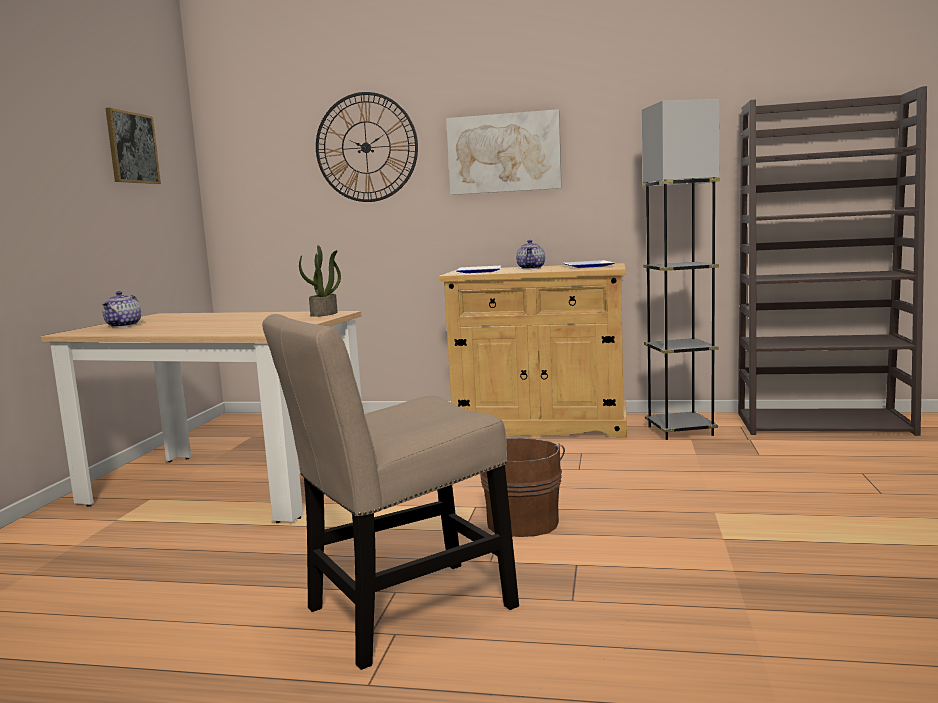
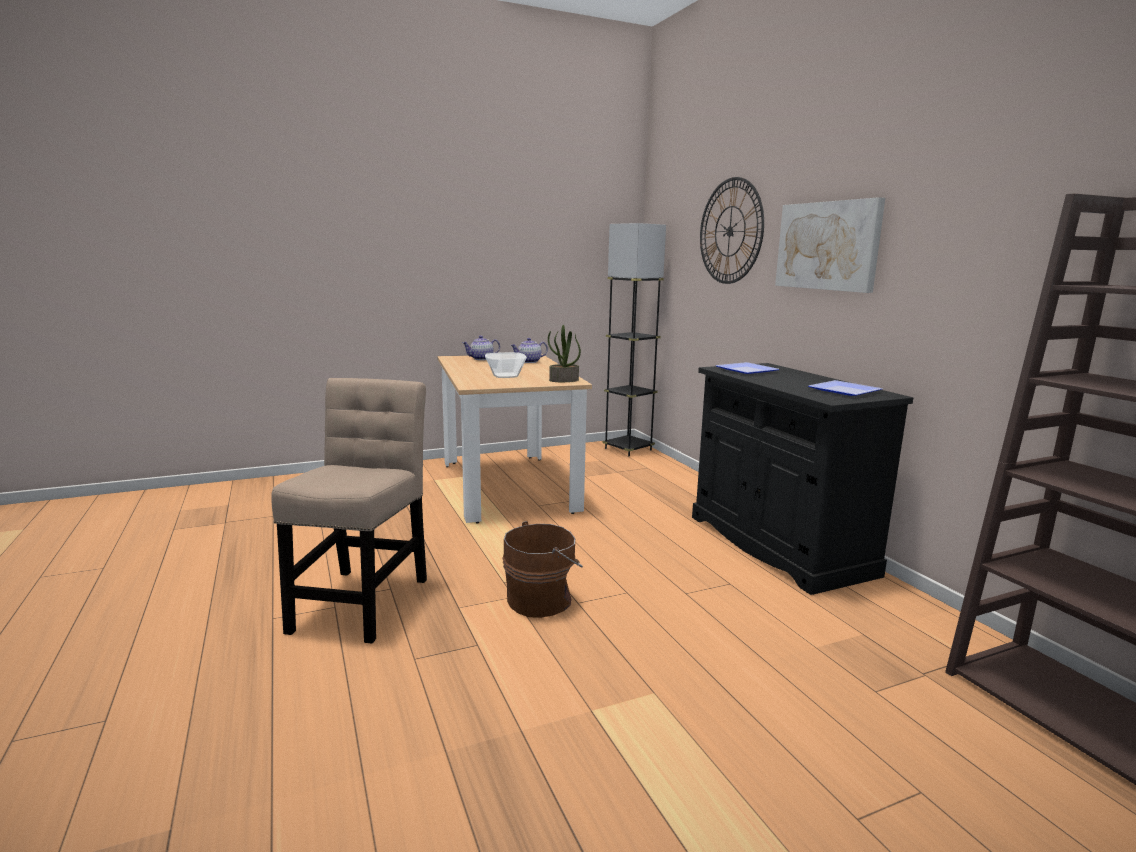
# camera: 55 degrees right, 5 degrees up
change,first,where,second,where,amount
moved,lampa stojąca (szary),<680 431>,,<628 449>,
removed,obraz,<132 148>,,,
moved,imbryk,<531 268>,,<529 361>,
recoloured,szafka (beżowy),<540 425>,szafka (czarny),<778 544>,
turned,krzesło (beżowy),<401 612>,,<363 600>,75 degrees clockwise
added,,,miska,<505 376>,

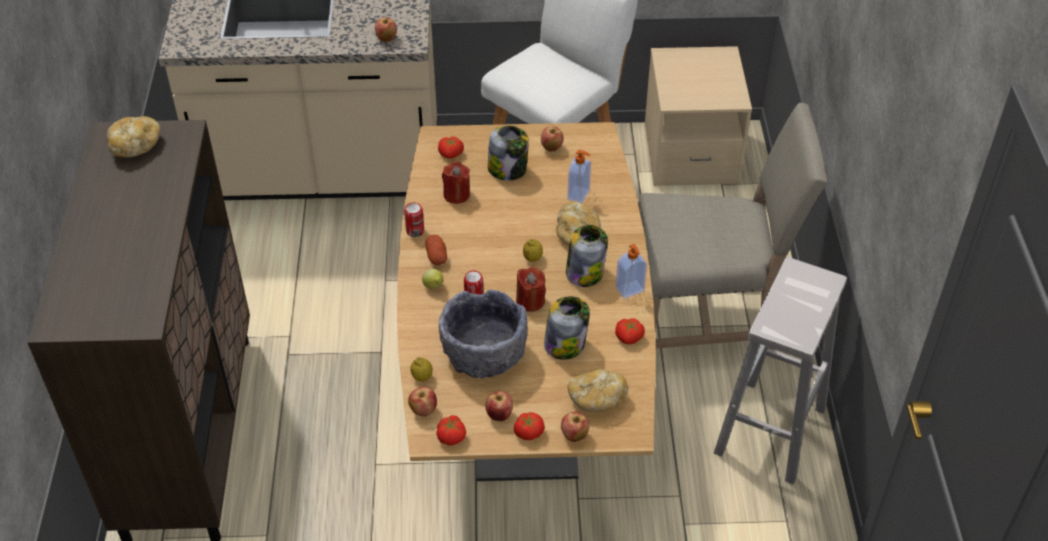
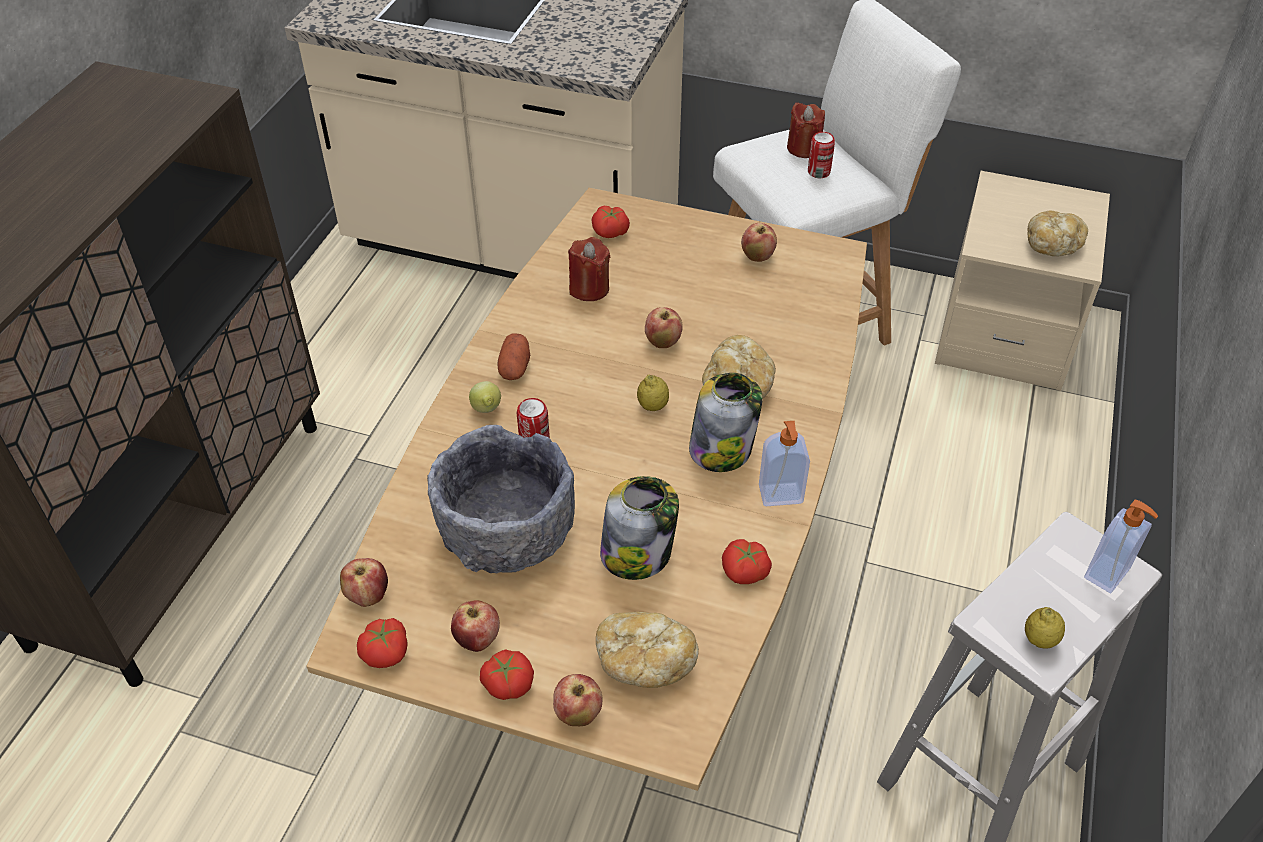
# camera: 20 degrees right, 0 degrees up
change,first,where,second,where,amount
moved,jabłko,<386 39>,,<662 342>,
removed,krzesło (beżowy),<708 317>,,,
moved,chleb,<135 146>,,<1052 245>,
removed,słoik,<508 169>,,,
moved,dozownik mydła,<579 195>,,<1108 574>,
moved,puszka,<415 231>,,<818 172>,
moved,świeca (czerwony),<530 301>,,<803 148>,
moved,cytryna,<422 377>,,<1039 640>,

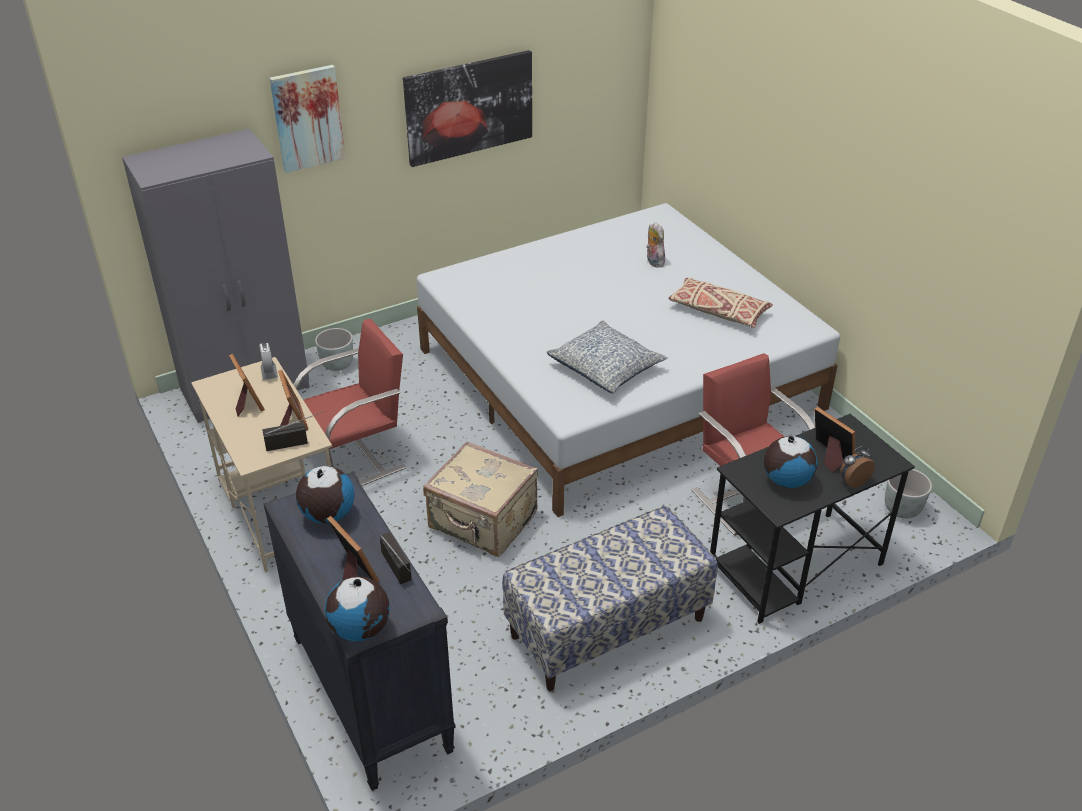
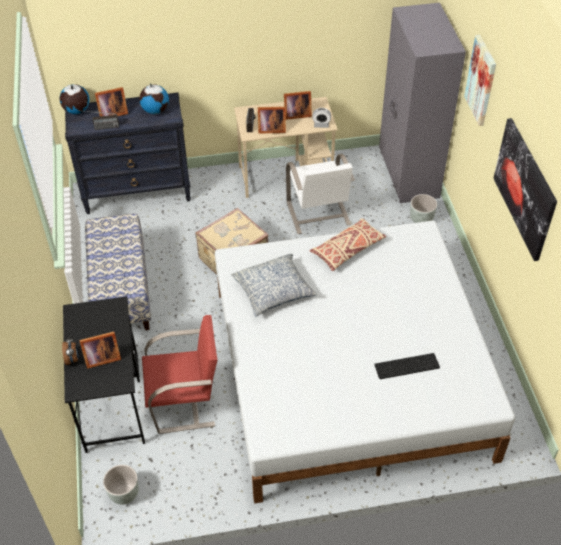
# camera: 110 degrees right, 10 degrees up
change,first,where,second,where,amount
replaced,pluszak,<653 262>,klawiatura,<406 367>,
moved,poduszka (beżowy),<718 311>,,<348 249>,
recoloured,krzesło (czerwony),<356 457>,krzesło (biały),<318 214>,
removed,globus,<786 480>,,,

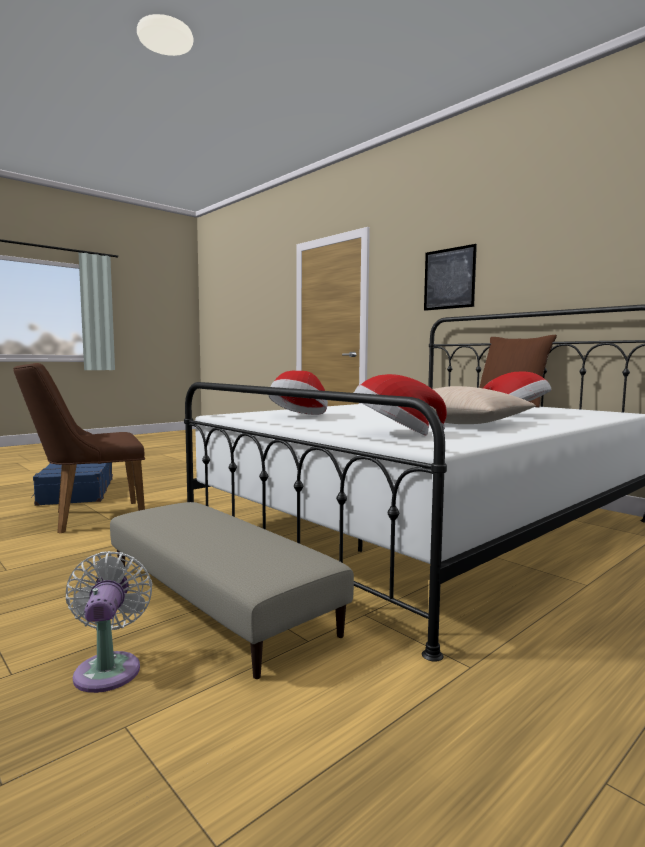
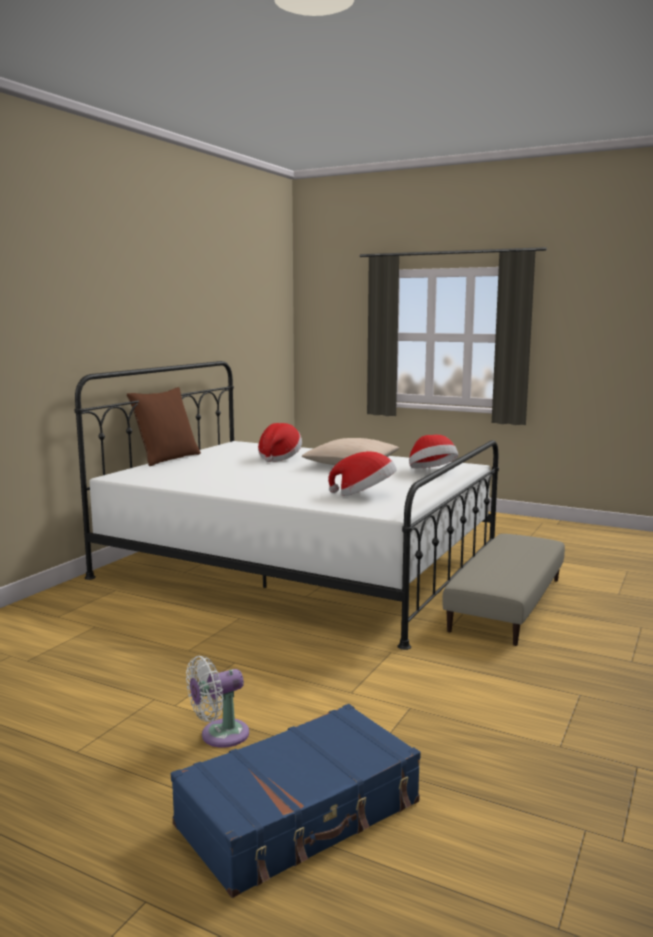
# camera: 110 degrees left, 5 degrees up
change,first,where,second,where,amount
removed,obraz,<449 278>,,,
removed,krzesło (brązowy),<89 518>,,,
moved,wentylator (biały),<109 668>,,<220 735>,

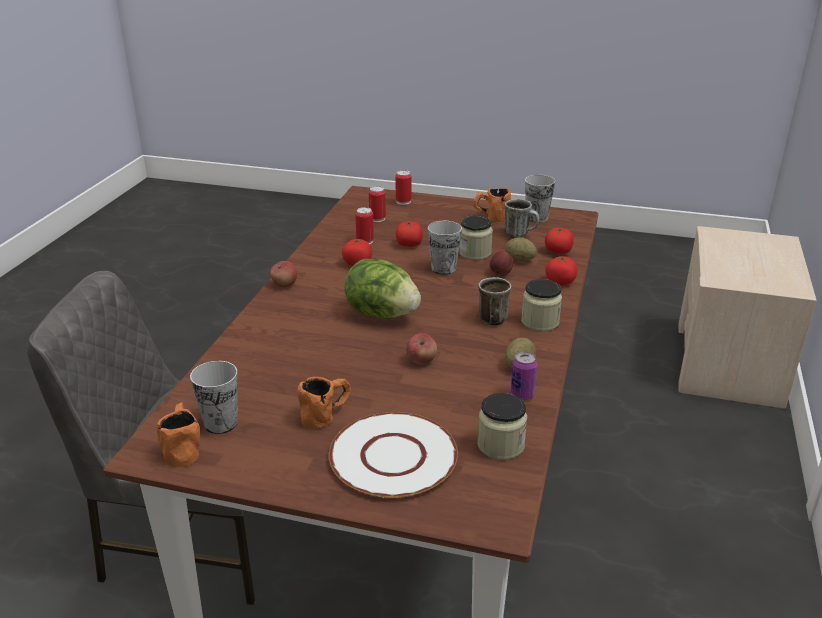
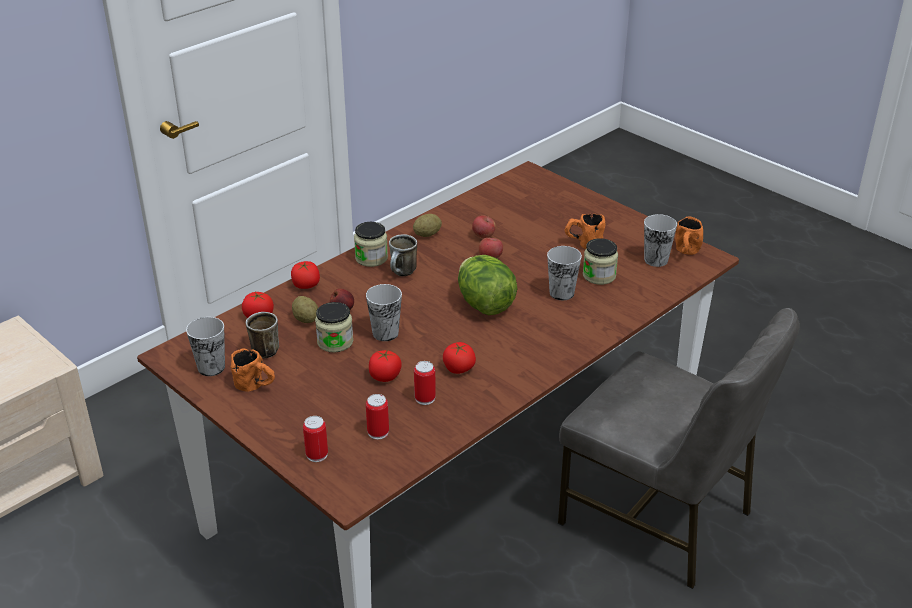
# camera: 150 degrees left, 5 degrees up
change,first,where,second,where,amount
moved,jabłko,<284 285>,,<483 236>,
removed,puszka,<522 395>,,,
moved,słoik,<500 445>,,<599 275>,
removed,talerz (biały),<394 457>,,,
added,,,filiżanka,<561 293>,

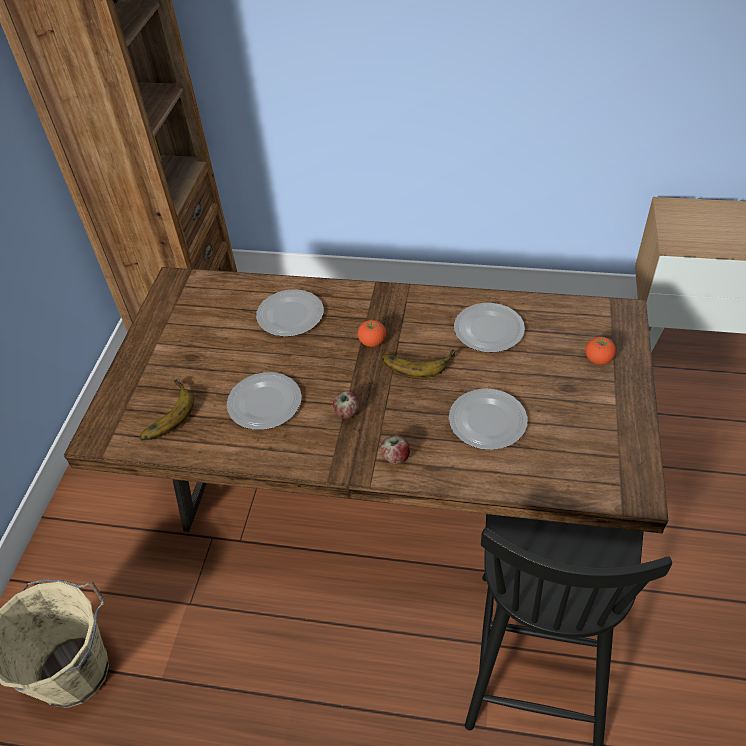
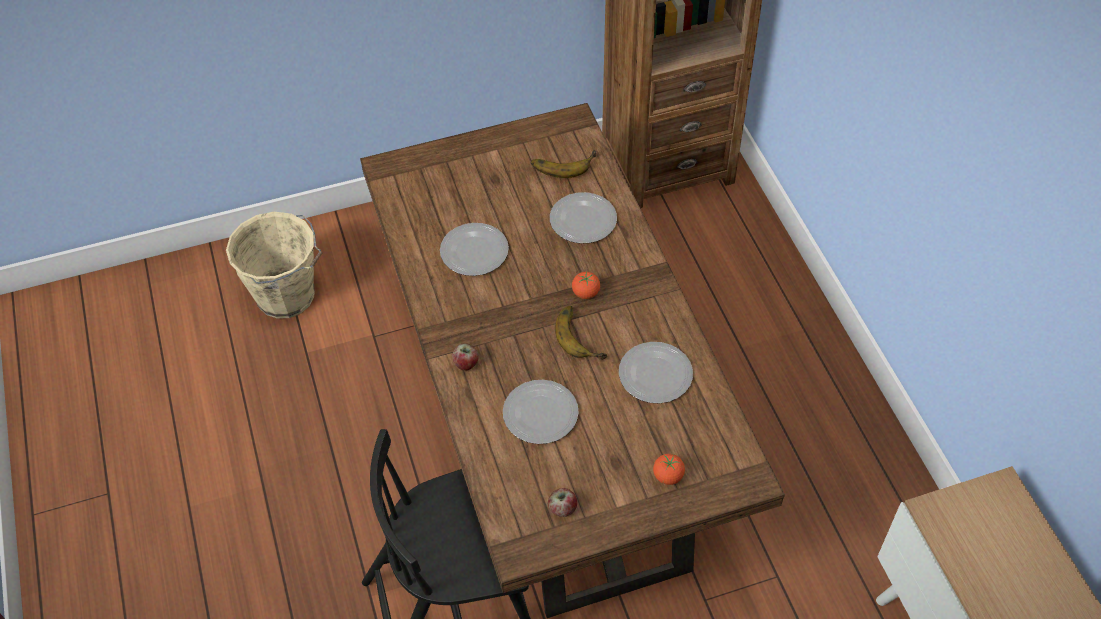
# camera: 60 degrees right, 5 degrees up
change,first,where,second,where,amount
moved,banan,<164 414>,,<563 163>,
moved,jabłko,<347 412>,,<562 508>,

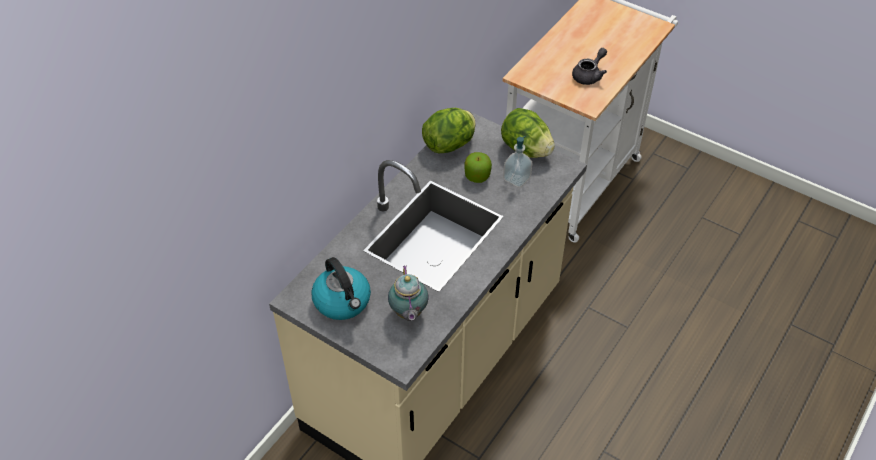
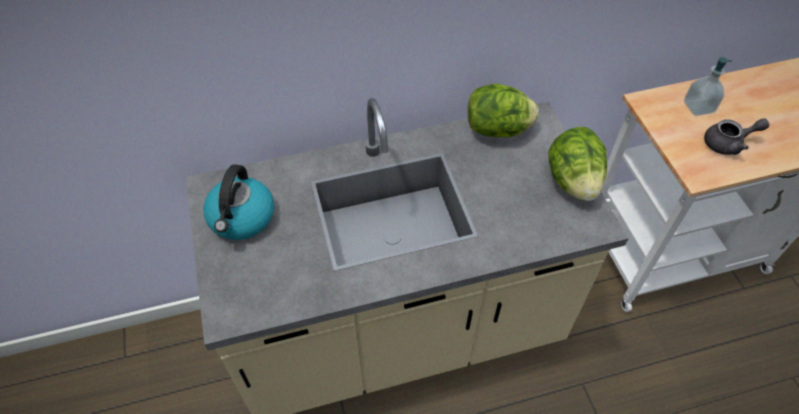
# camera: 40 degrees right, 5 degrees up
change,first,where,second,where,amount
moved,dozownik mydła,<516 179>,,<698 107>,
removed,jabłko,<477 176>,,,
removed,imbryk,<408 314>,,,

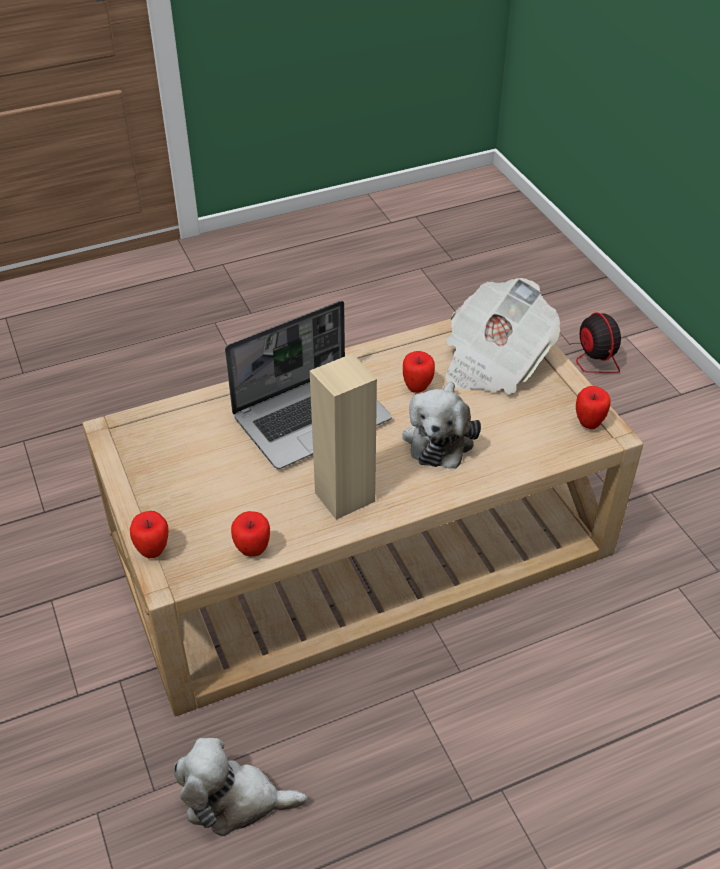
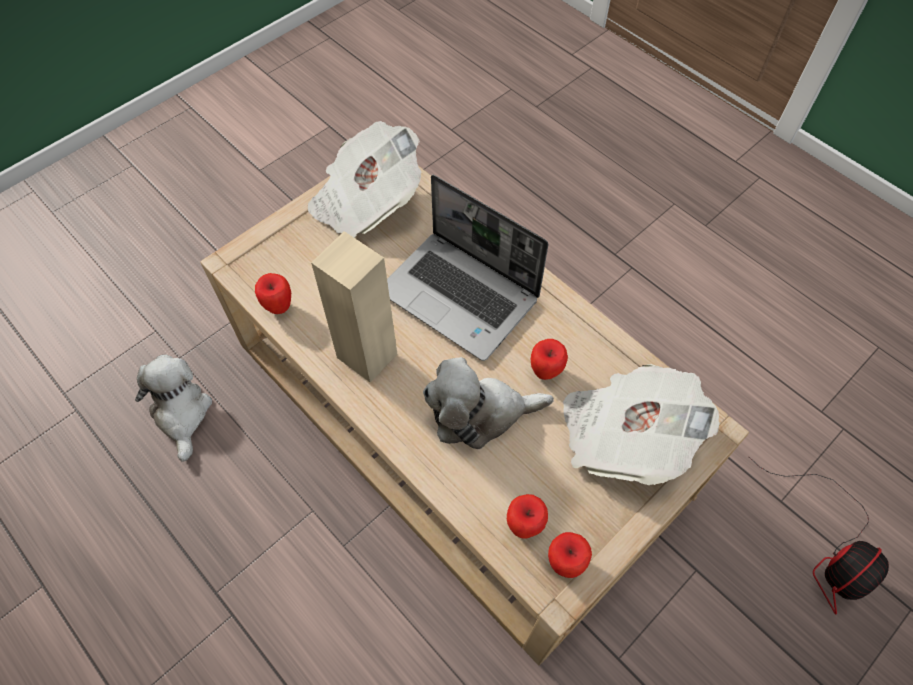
# camera: 70 degrees right, 15 degrees up
change,first,where,second,where,amount
moved,jabłko,<153 551>,,<524 525>,
added,,,gazeta,<366 201>,

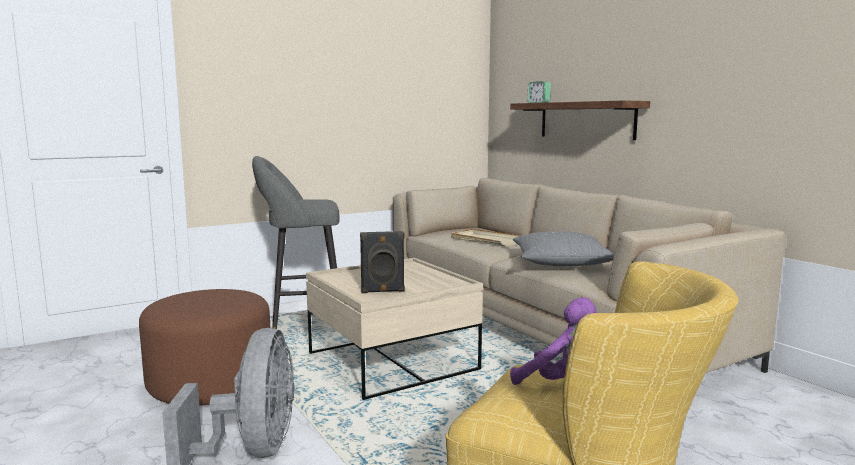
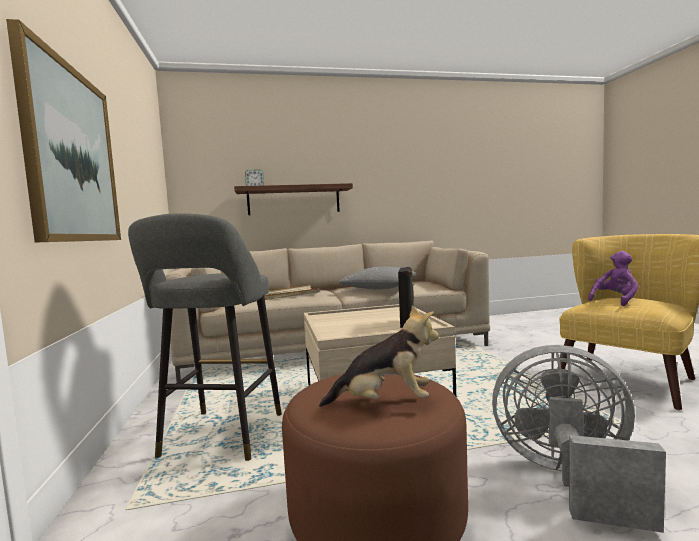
# camera: 70 degrees left, 5 degrees down
change,first,where,second,where,amount
added,,,obraz,<72 155>,
added,,,pluszak,<384 403>,

